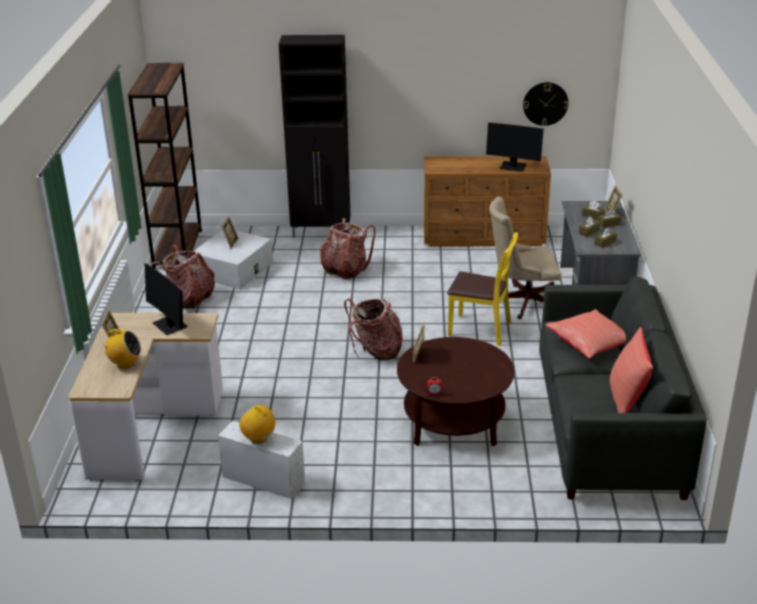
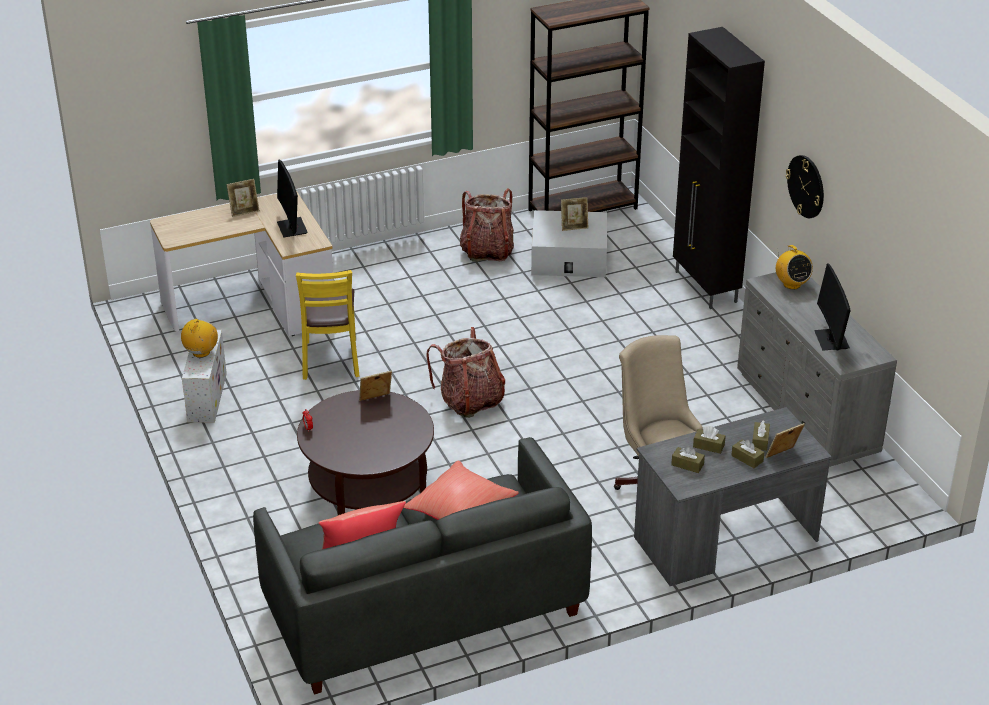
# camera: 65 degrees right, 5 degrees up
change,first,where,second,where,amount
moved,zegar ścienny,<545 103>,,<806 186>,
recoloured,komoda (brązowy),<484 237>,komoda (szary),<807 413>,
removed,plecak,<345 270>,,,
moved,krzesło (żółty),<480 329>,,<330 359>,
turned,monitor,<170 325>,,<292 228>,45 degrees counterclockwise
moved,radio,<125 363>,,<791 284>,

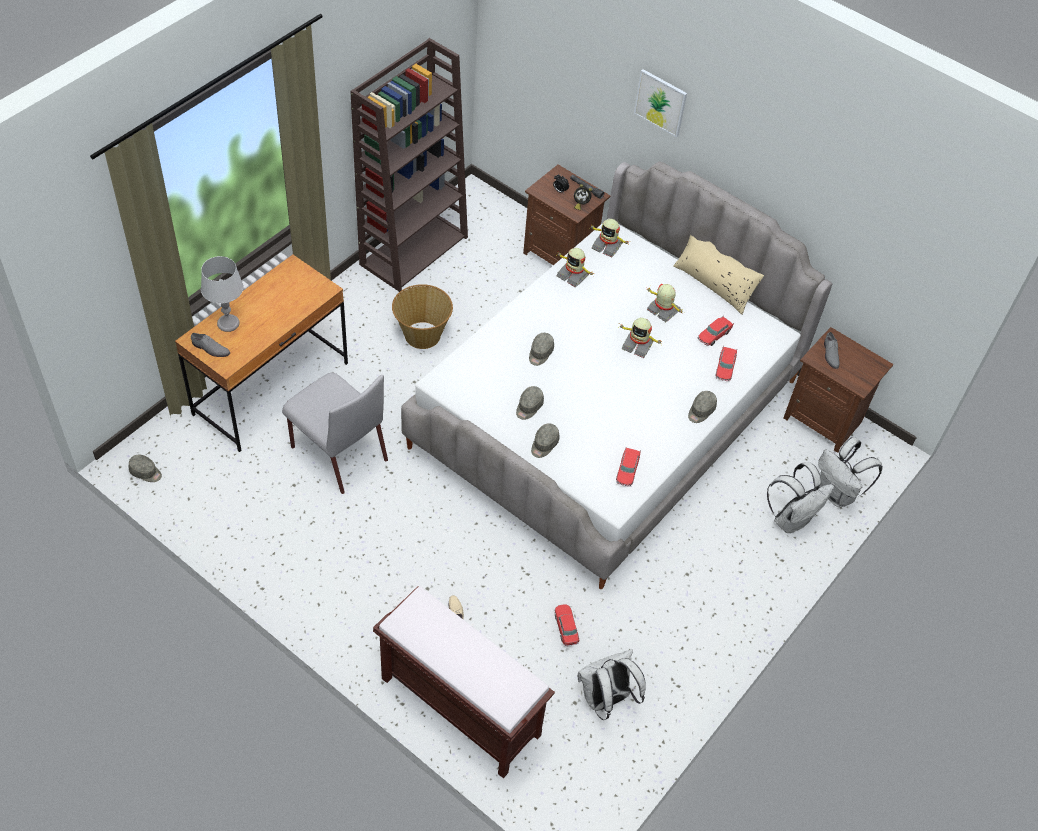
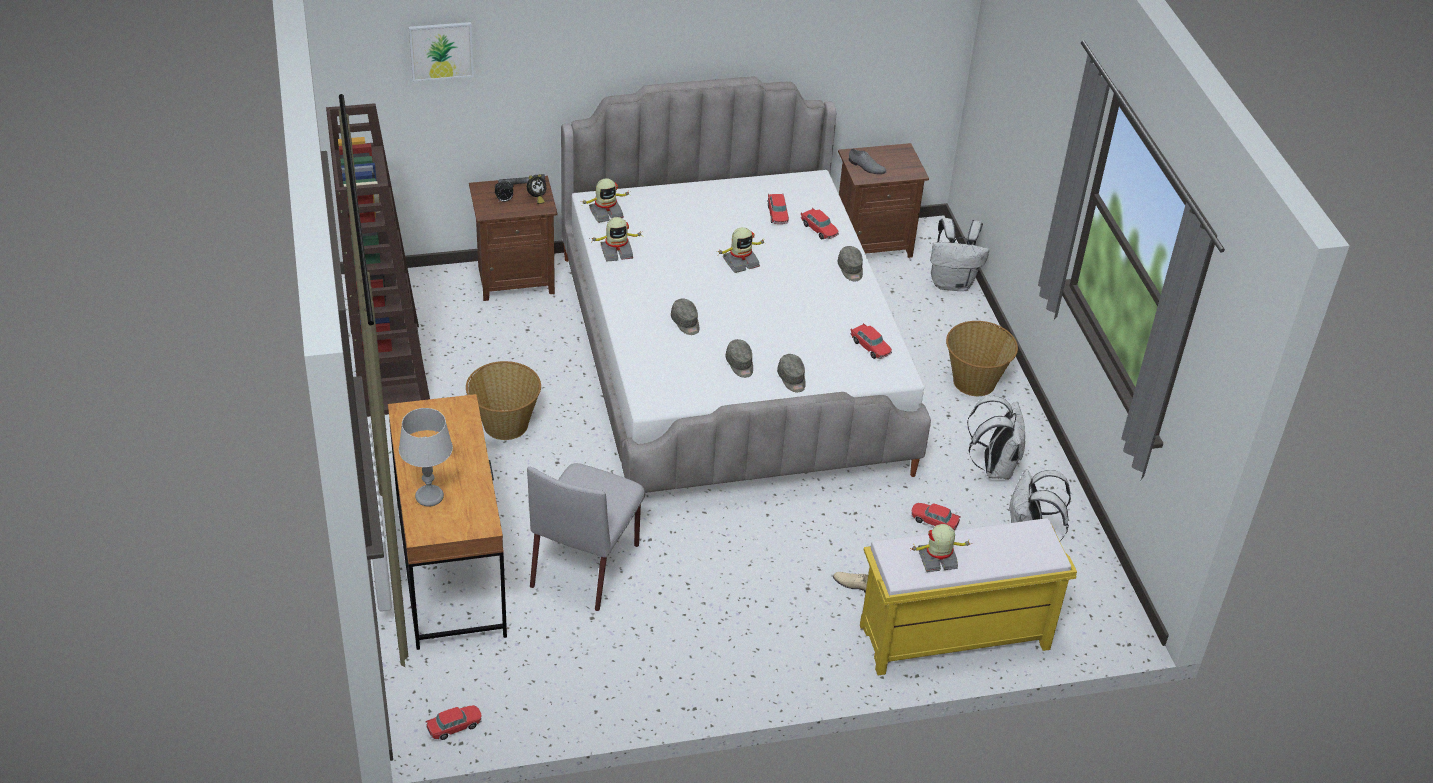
# camera: 50 degrees left, 10 degrees down
change,first,where,second,where,amount
moved,obraz,<660 102>,,<441 51>,
removed,poduszka (beżowy),<714 284>,,,
moved,robot zabawkowy,<662 310>,,<937 560>,
removed,but (szary),<210 349>,,,
turned,krzesło (szary),<338 452>,,<585 564>,120 degrees clockwise
replaced,czapka z daszkiem (szary),<146 472>,samochodzik,<454 726>,
moved,plecak (biały),<791 519>,,<994 467>,
recoloured,ławka (brązowy),<458 706>,ławka (żółty),<952 638>,
added,,,koszyk,<974 381>,

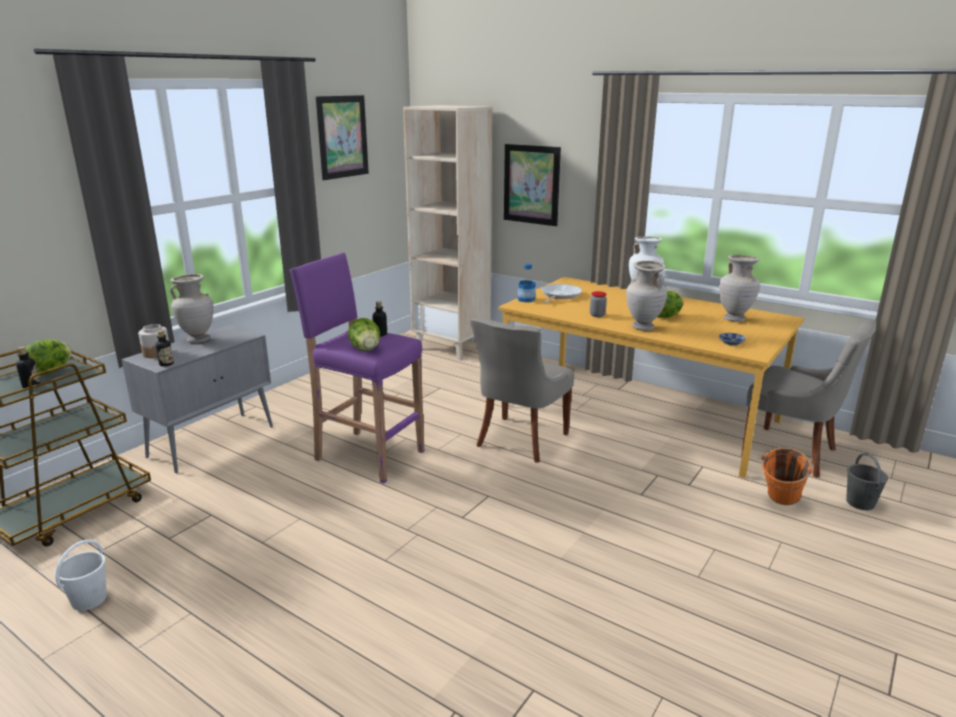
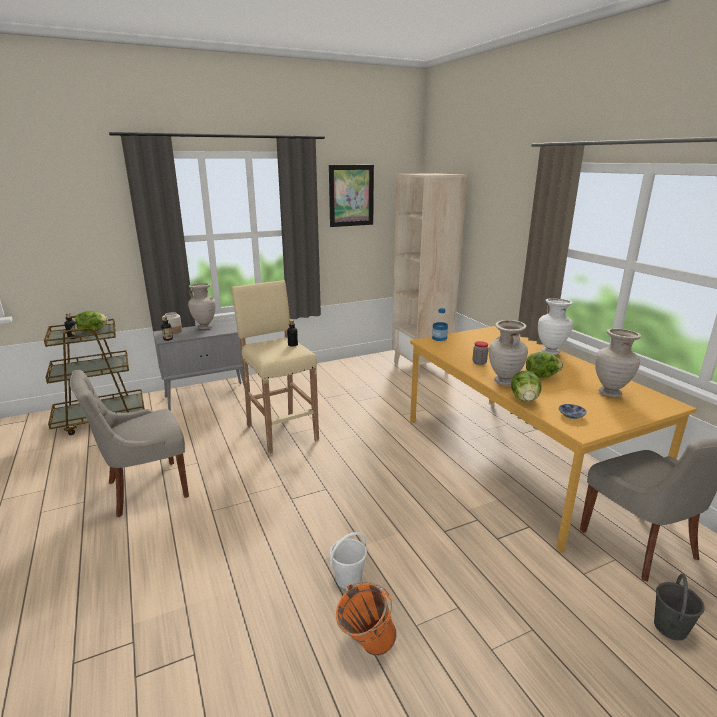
# camera: 30 degrees right, 0 degrees up
change,first,where,second,where,amount
removed,obraz,<531 184>,,,
recoloured,stołek (fioletowy),<367 455>,stołek (beżowy),<281 432>,
removed,patelnia,<559 295>,,,
moved,sałata,<365 349>,,<524 399>,
moved,krzesło (szary),<520 440>,,<145 489>,
moved,wiadro (pomarańczowy),<779 503>,,<365 646>,
moved,wiadro (biały),<90 599>,,<349 578>,

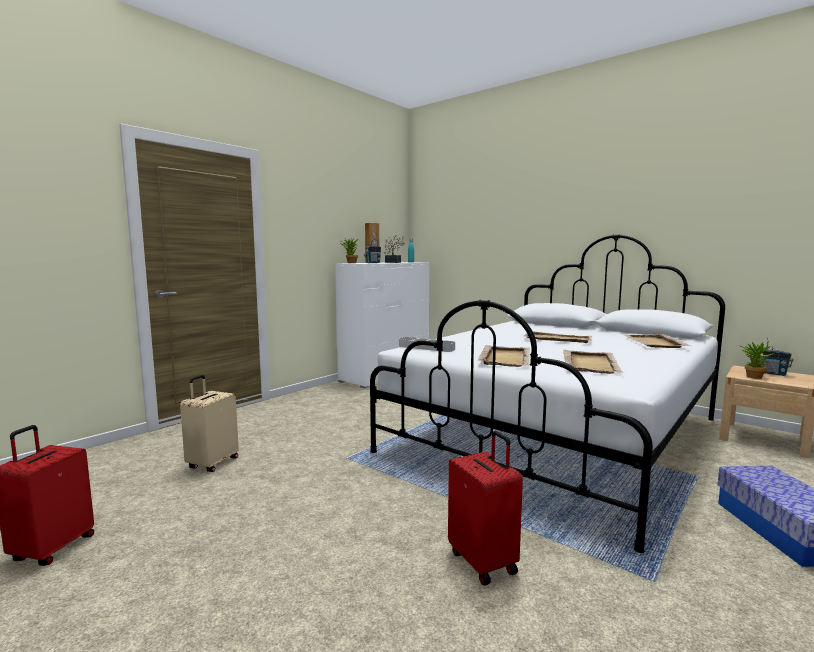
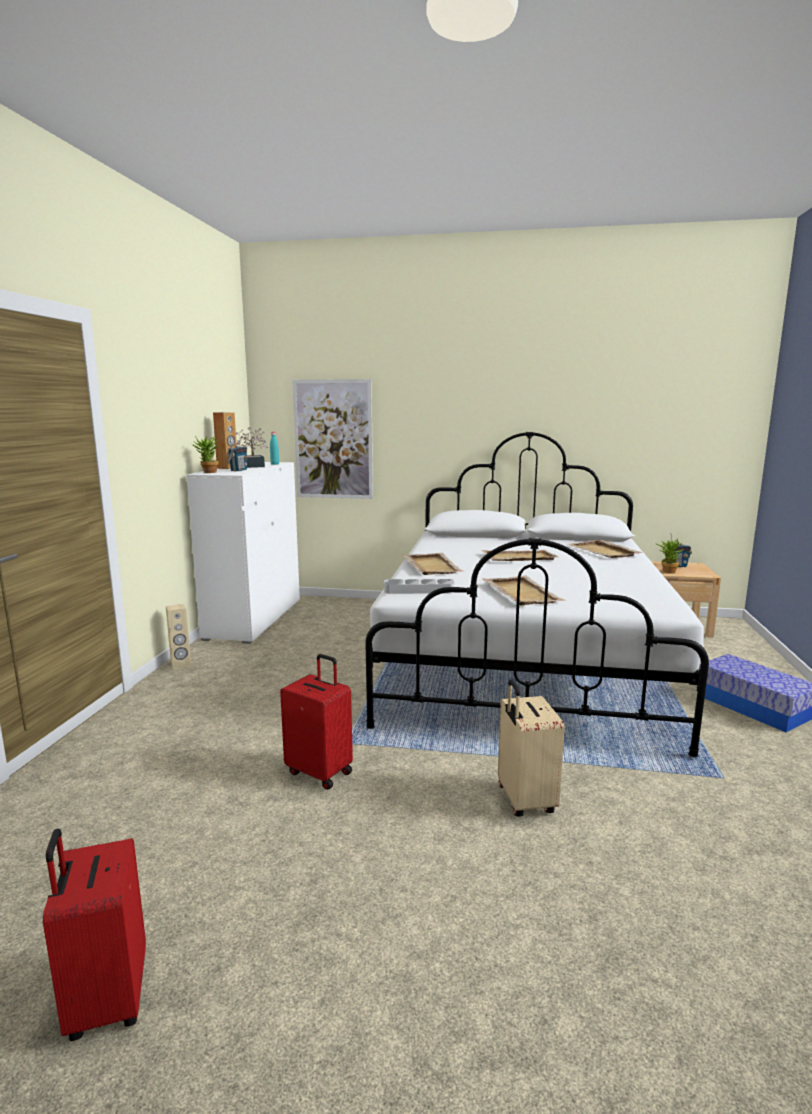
# camera: 30 degrees left, 5 degrees up
change,first,where,second,where,amount
moved,taca (beżowy),<590 364>,,<431 566>,
moved,walizka (beżowy),<212 463>,,<524 800>,
moved,walizka (czerwony),<484 561>,,<320 772>,
added,,,obraz,<333 439>,
added,,,głośnik (beżowy),<181 665>,

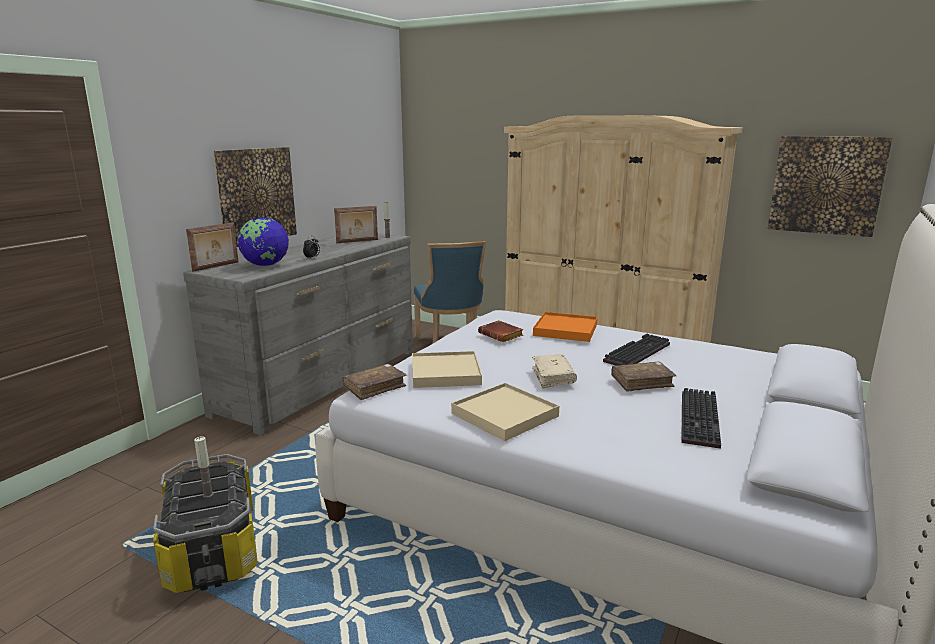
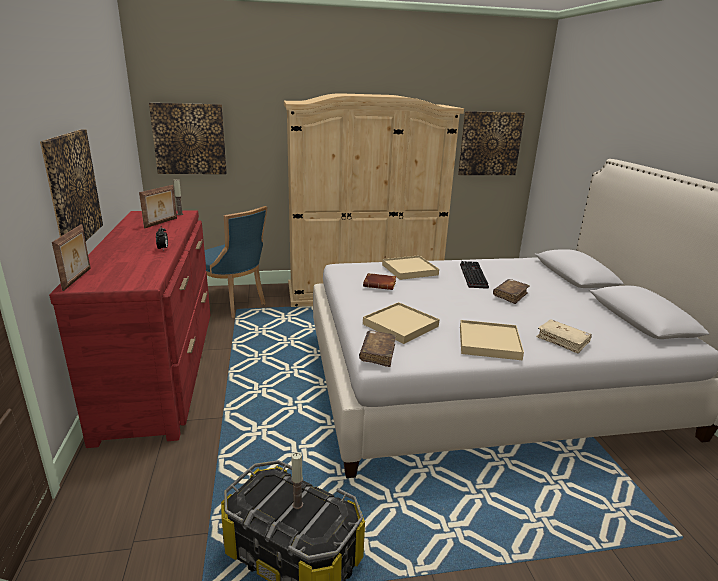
# camera: 40 degrees left, 5 degrees up
change,first,where,second,where,amount
removed,globus,<265 265>,,,
recoloured,komoda (szary),<323 380>,komoda (czerwony),<161 368>,
recoloured,taca (pomarańczowy),<565 330>,taca (beżowy),<410 270>,
moved,książka (beżowy),<553 377>,,<562 341>,
removed,klawiatura,<702 420>,,,
added,,,obraz,<189 139>,

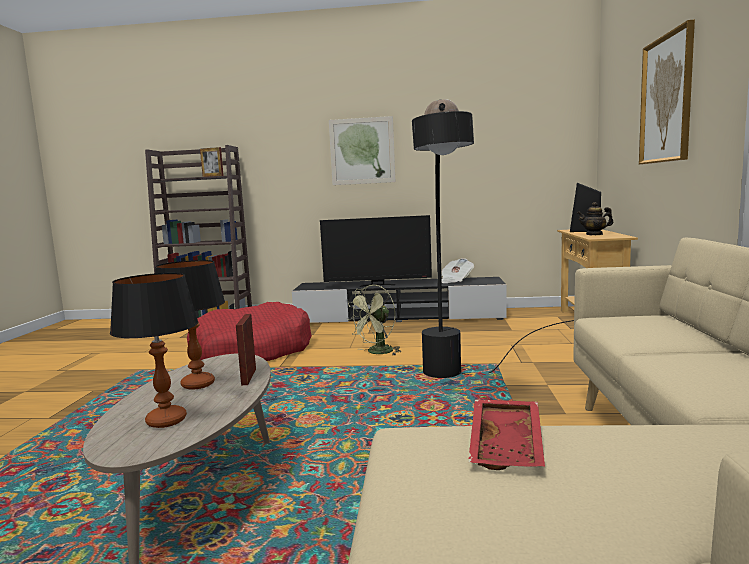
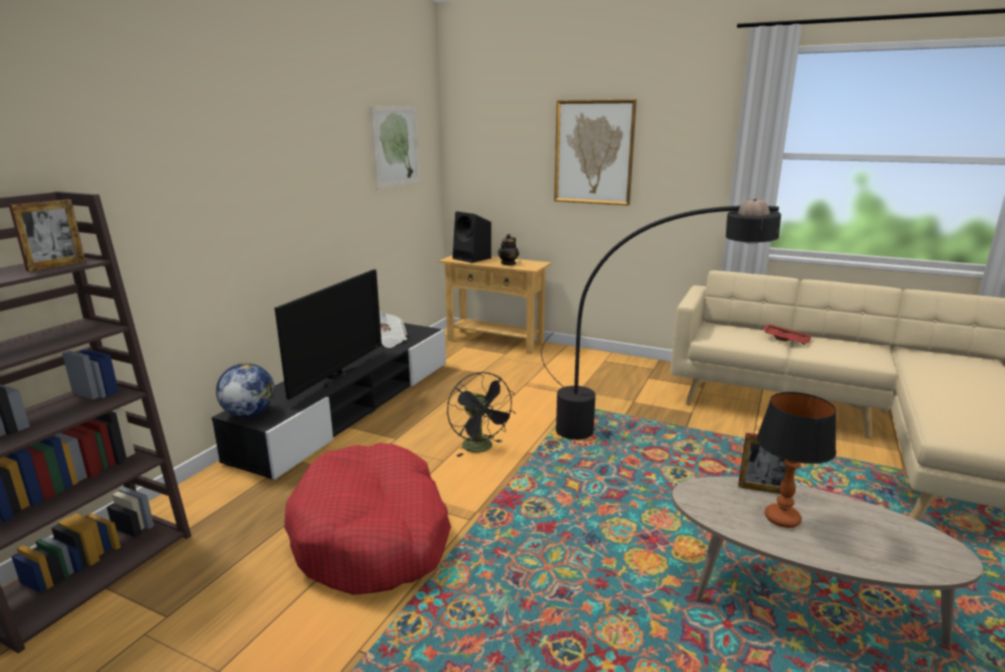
# camera: 70 degrees left, 10 degrees up
change,first,where,second,where,amount
moved,obraz,<362 151>,,<396 146>,
removed,lampa stołowa,<167 420>,,,
recoloured,wentylator (zielony),<377 352>,wentylator (czarny),<481 448>,
moved,taca (czerwony),<508 446>,,<786 339>,
added,,,globus,<249 414>,

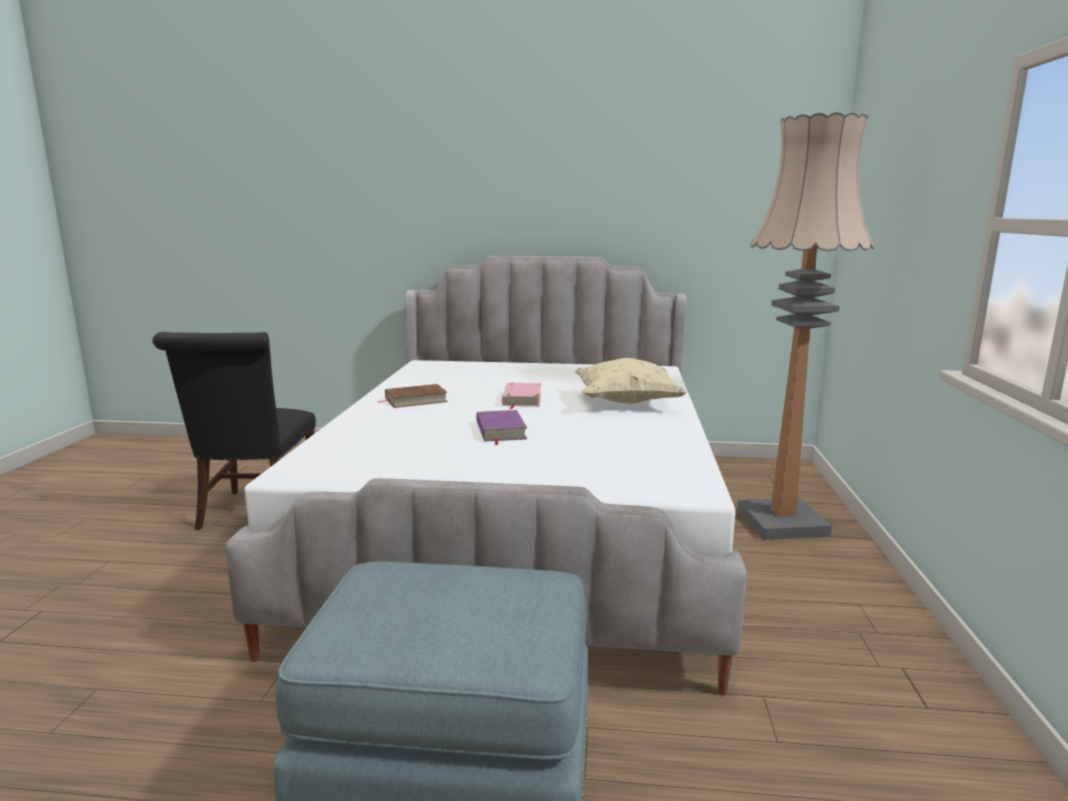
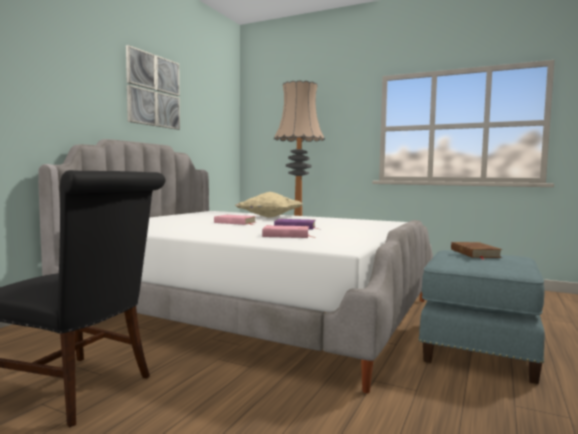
# camera: 70 degrees left, 10 degrees down
change,first,where,second,where,amount
moved,książka (brązowy),<415 400>,,<475 253>,
added,,,obraz,<153 90>,
added,,,książka (różowy),<286 235>,

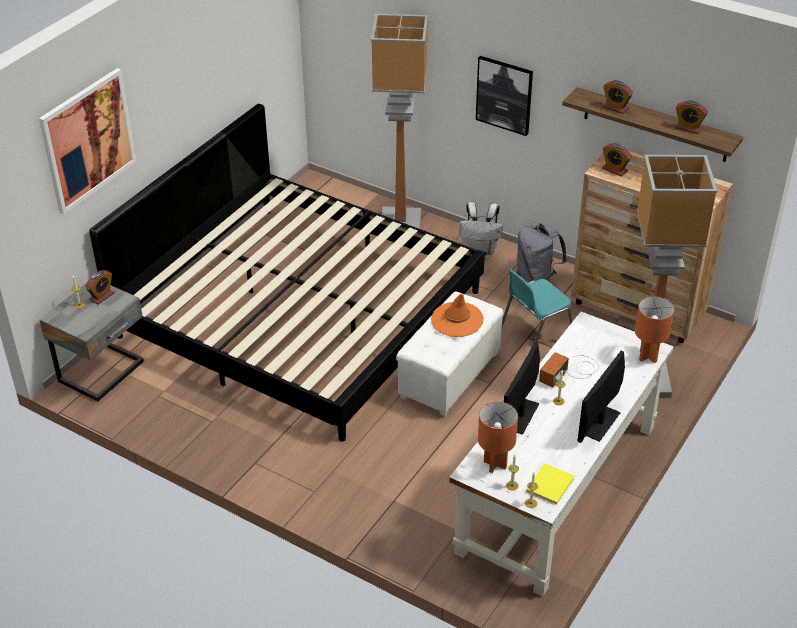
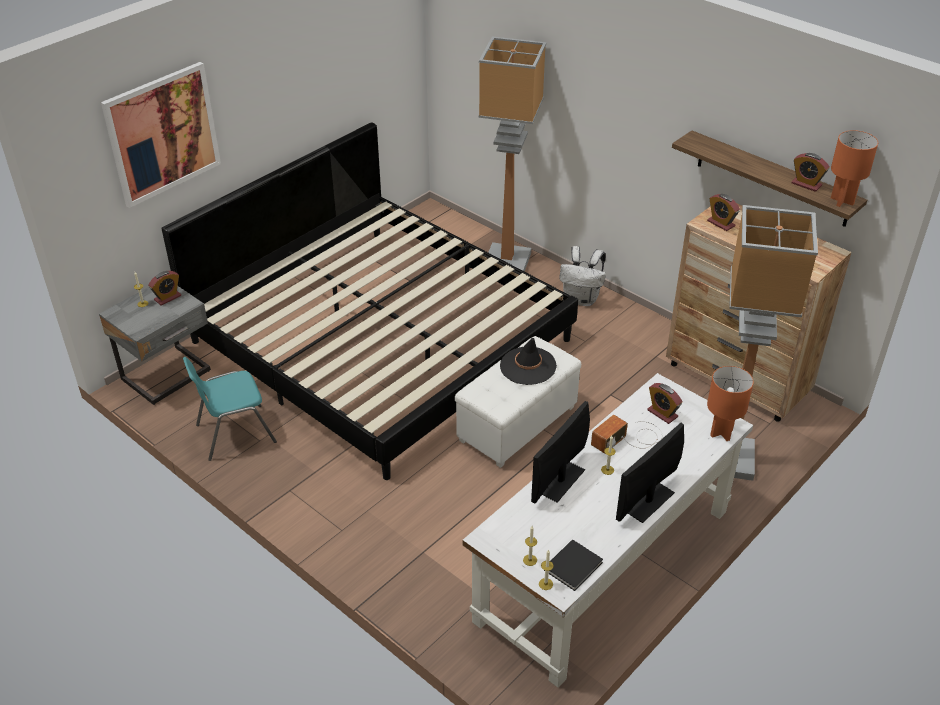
# camera: 10 degrees right, 0 degrees up
change,first,where,second,where,amount
removed,obraz,<504 95>,,,
moved,budzik,<615 108>,,<662 413>,
removed,plecak (szary),<537 277>,,,
moved,krzesło (turkusowy),<534 336>,,<234 433>,
recoloured,kapelusz (pomarańczowy),<457 320>,kapelusz (czarny),<528 366>,
moved,lampa stołowa (pomarańczowy),<495 464>,,<842 201>,
recoloured,książka (żółty),<551 484>,książka (czarny),<574 565>,

